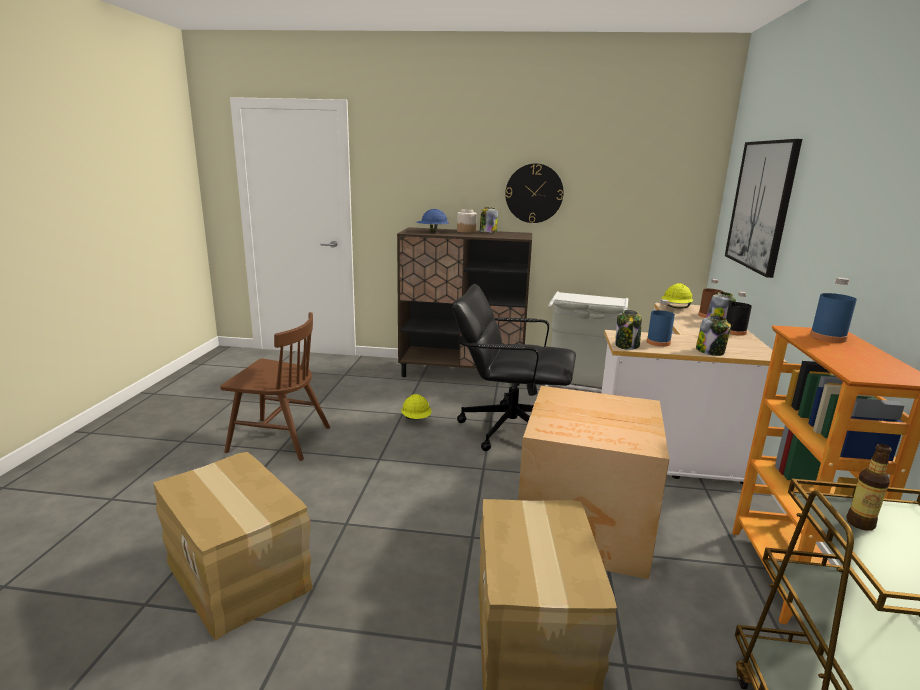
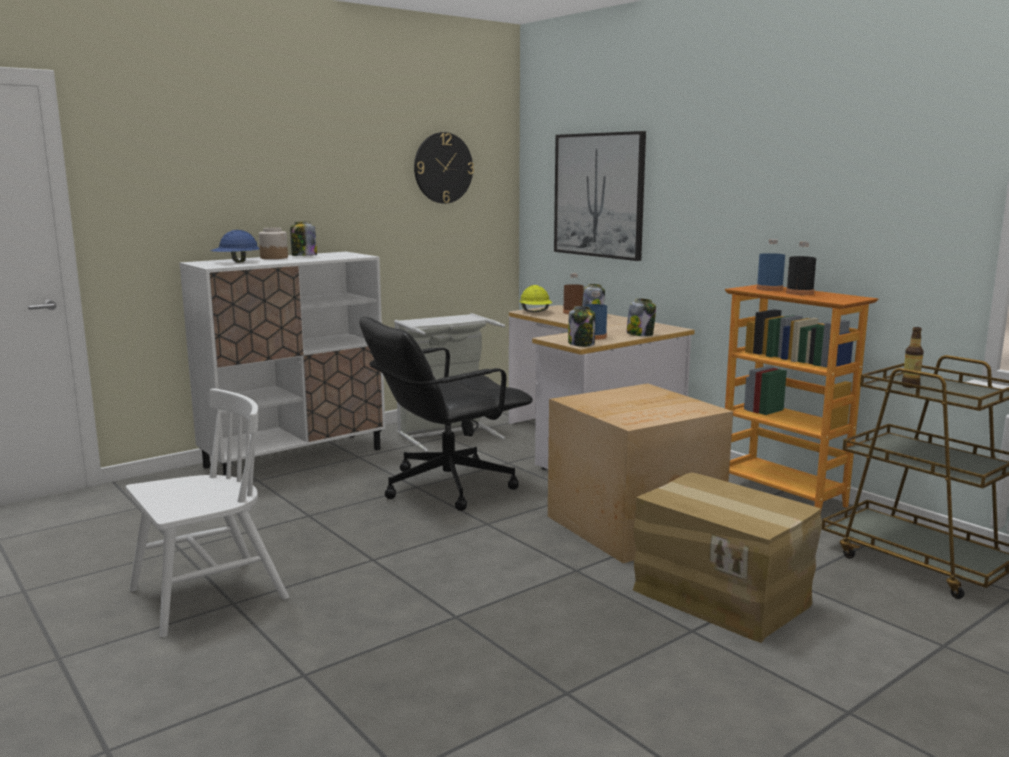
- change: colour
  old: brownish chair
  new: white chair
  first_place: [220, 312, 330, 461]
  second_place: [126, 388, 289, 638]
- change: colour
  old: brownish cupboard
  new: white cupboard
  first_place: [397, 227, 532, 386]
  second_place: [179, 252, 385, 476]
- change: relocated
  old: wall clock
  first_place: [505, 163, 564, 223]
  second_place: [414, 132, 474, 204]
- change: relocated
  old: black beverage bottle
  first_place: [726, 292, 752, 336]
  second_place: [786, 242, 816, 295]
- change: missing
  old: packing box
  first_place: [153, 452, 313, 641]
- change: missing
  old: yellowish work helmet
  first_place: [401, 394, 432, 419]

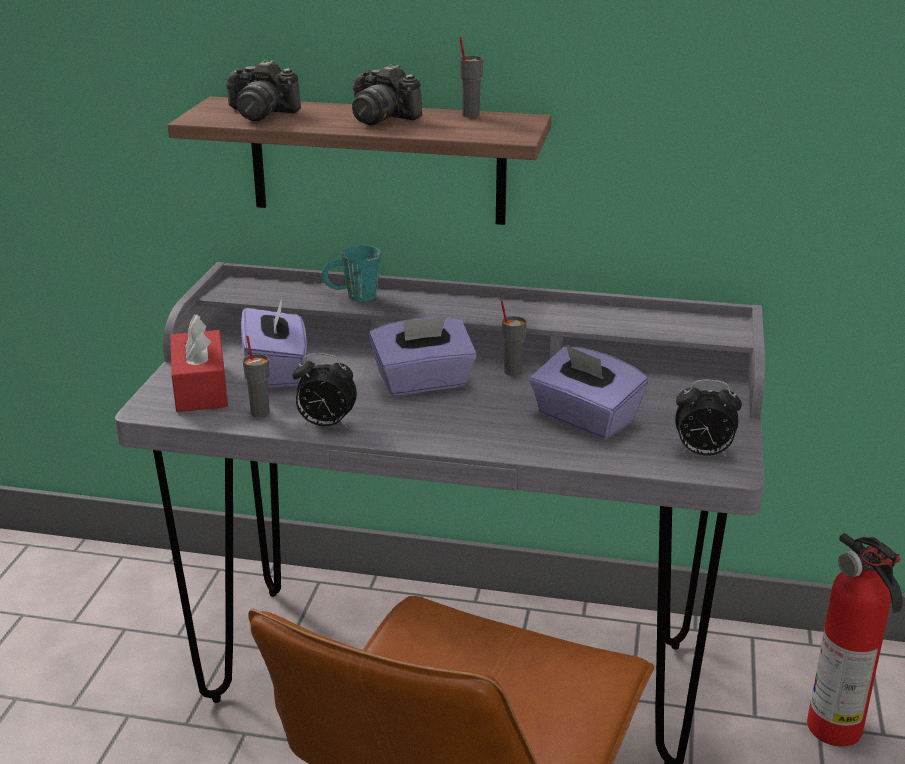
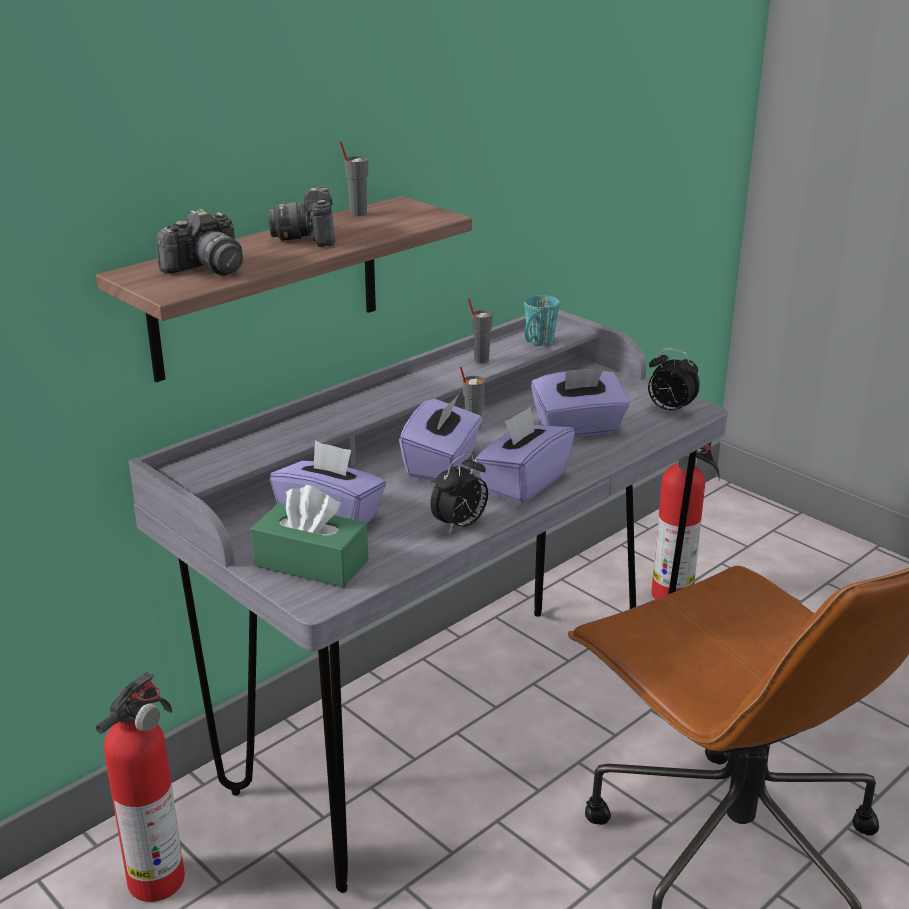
- change: appeared
  new: fire-fighting cylinder
  second_place: [96, 671, 185, 902]
- change: colour
  old: red box of tissues
  new: greenish box of tissues
  first_place: [170, 314, 228, 412]
  second_place: [251, 485, 368, 588]
- change: spun
  old: still camera
  first_place: [352, 64, 422, 125]
  second_place: [268, 186, 335, 247]
  degrees: 105
- change: relocated
  old: grey small cup
  first_place: [243, 336, 270, 417]
  second_place: [468, 298, 493, 363]
- change: appeared
  new: purple box of tissues
  second_place: [475, 407, 575, 503]
- change: relocated
  old: turquoise mug
  first_place: [322, 245, 381, 301]
  second_place: [524, 295, 560, 345]
- change: spun
  old: table clock
  first_place: [675, 379, 742, 457]
  second_place: [648, 348, 700, 415]
  degrees: 75

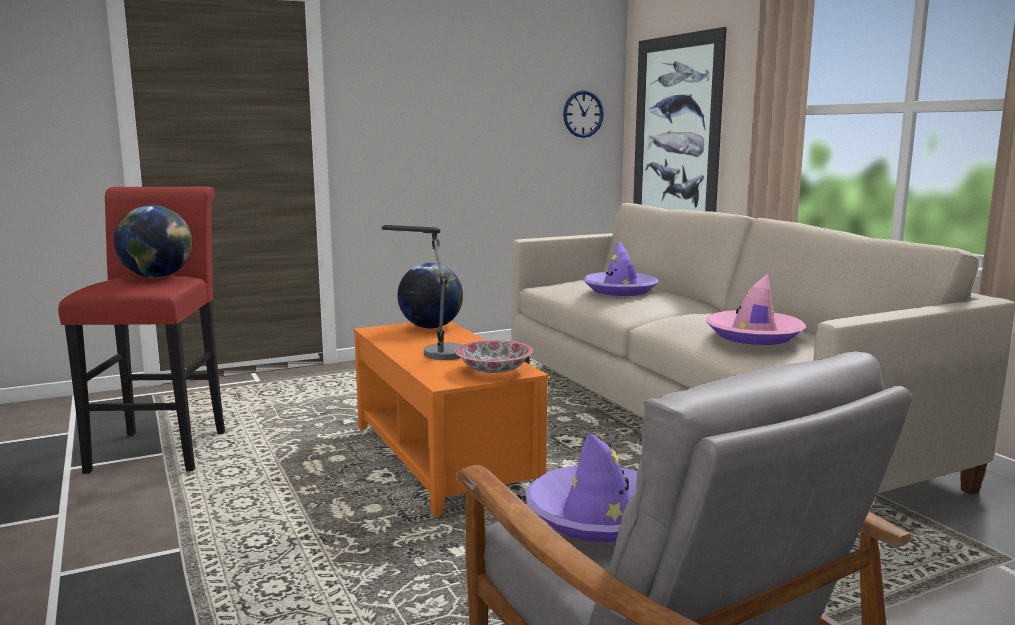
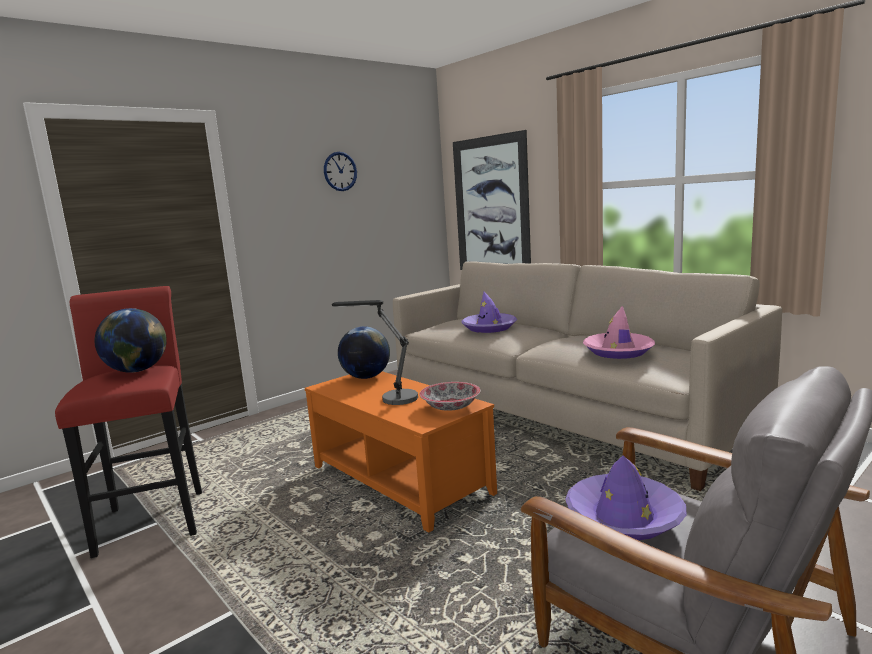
- change: relocated
  old: wall clock
  first_place: [563, 90, 604, 138]
  second_place: [324, 152, 357, 191]

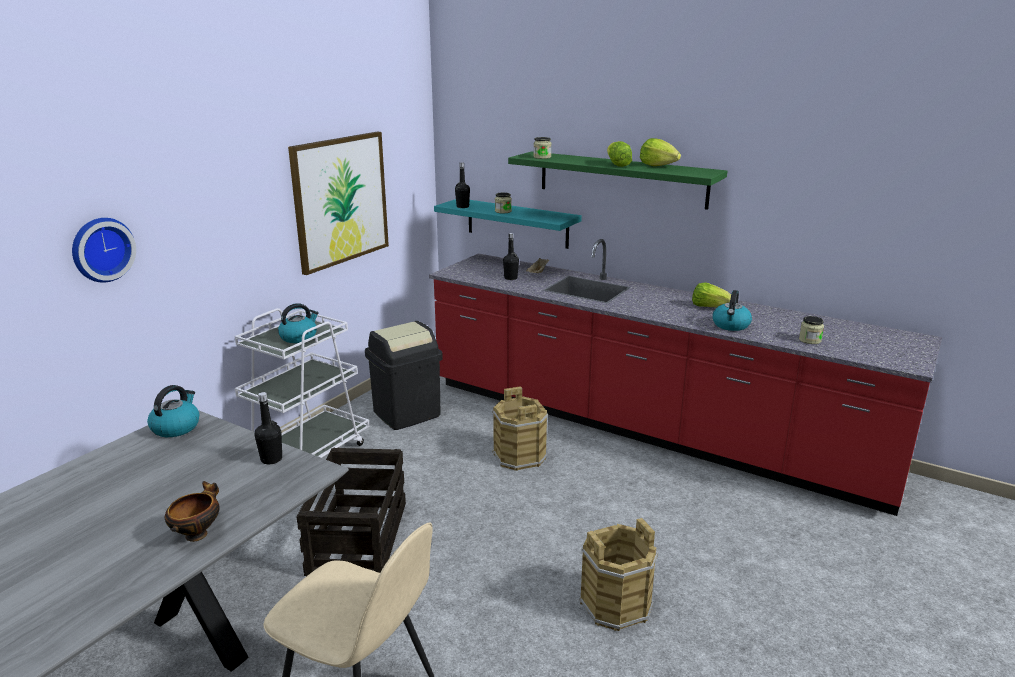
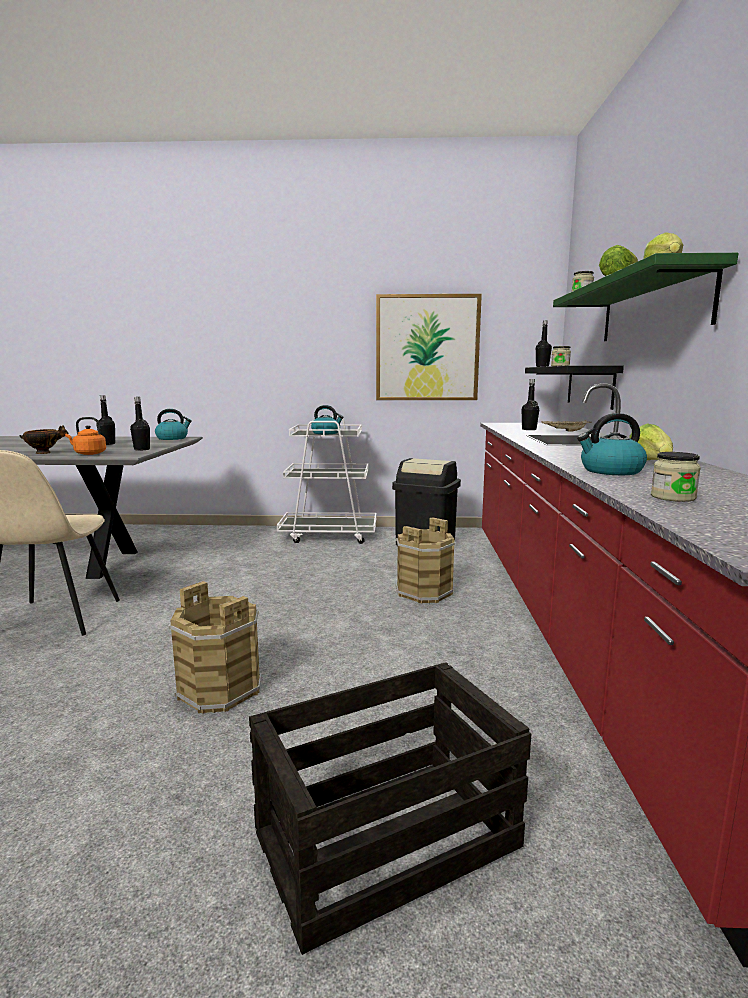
- change: appeared
  new: orange-coloured water kettle
  second_place: [65, 417, 106, 455]
- change: appeared
  new: black beverage bottle
  second_place: [97, 395, 115, 445]
- change: relocated
  old: crate
  first_place: [297, 447, 406, 576]
  second_place: [249, 662, 531, 955]
- change: colour
  old: turquoise bracket shelf
  new: black bracket shelf
  first_place: [434, 199, 582, 249]
  second_place: [525, 366, 624, 410]
- change: missing
  old: wall clock
  first_place: [72, 218, 136, 283]

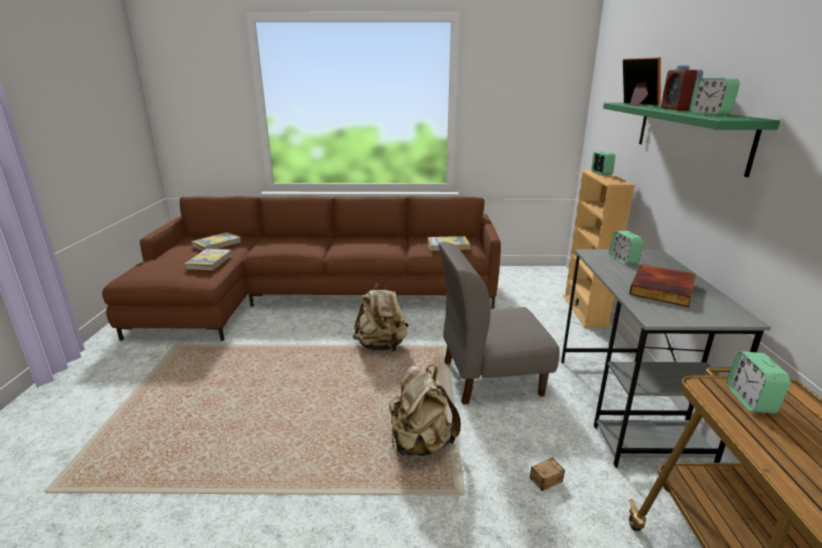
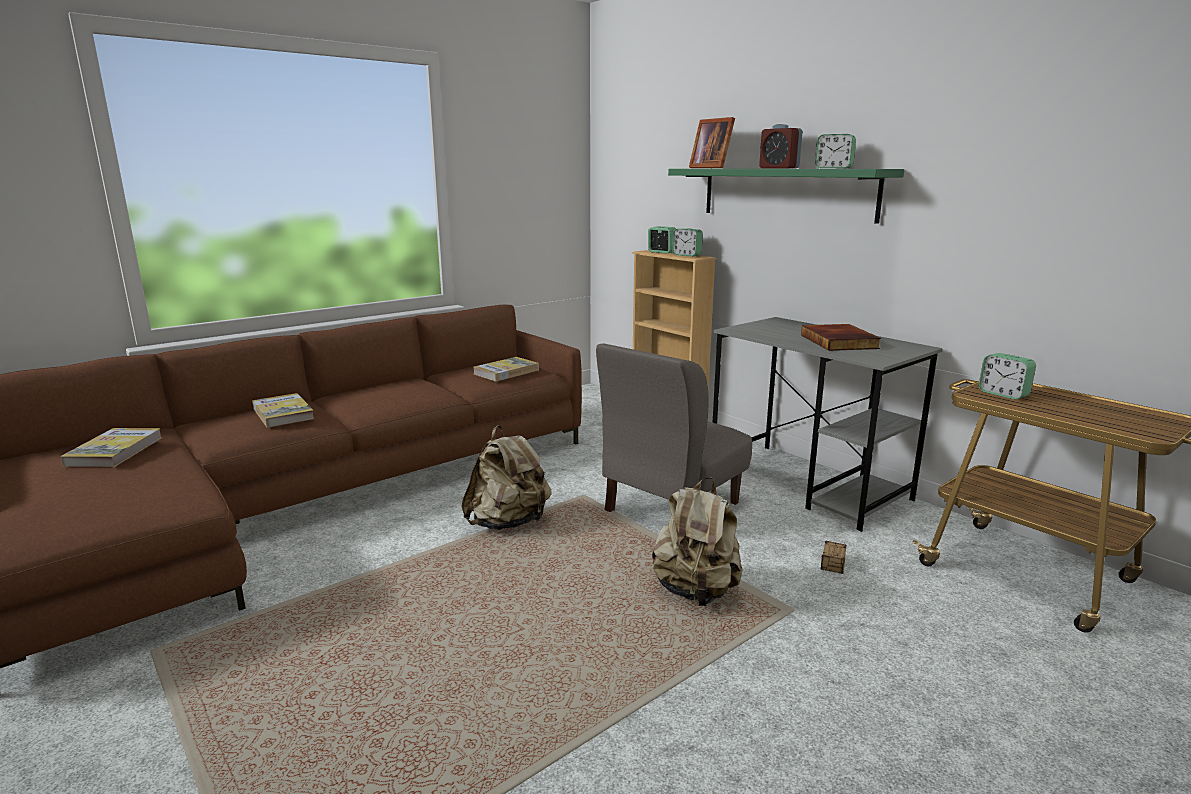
- change: relocated
  old: bound book
  first_place: [185, 249, 232, 270]
  second_place: [252, 393, 314, 428]
- change: relocated
  old: table clock
  first_place: [609, 231, 644, 264]
  second_place: [672, 228, 703, 256]
- change: spun
  old: picture frame
  first_place: [623, 57, 661, 106]
  second_place: [689, 117, 735, 168]
  degrees: -150

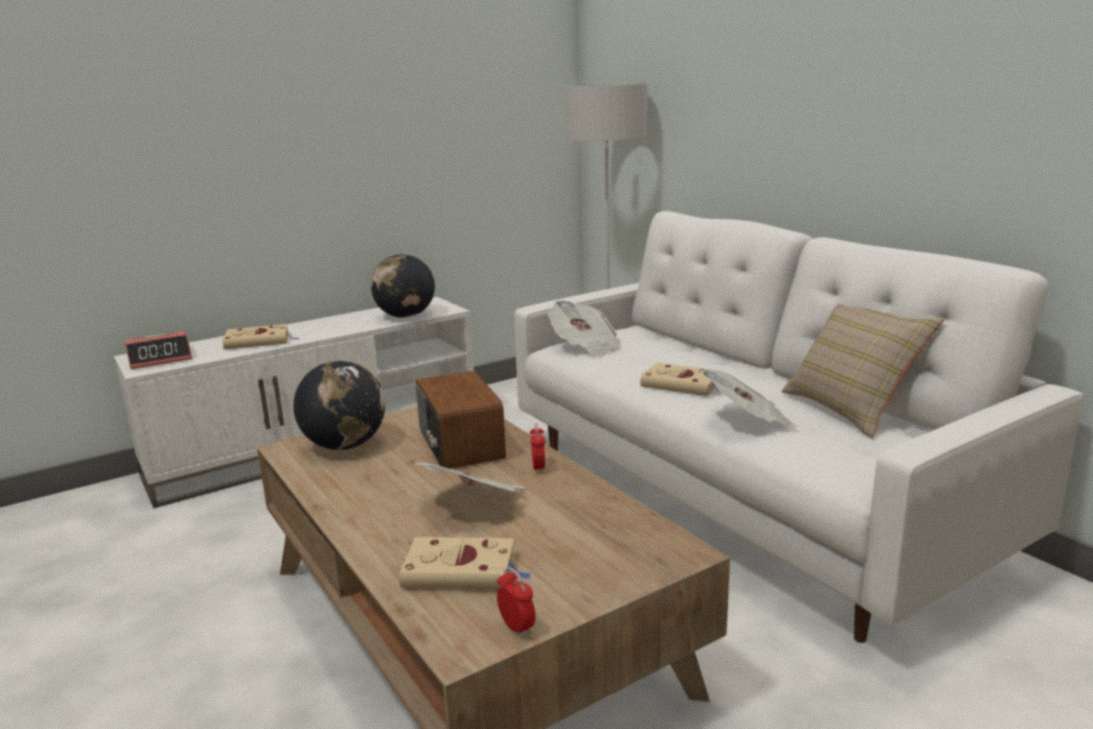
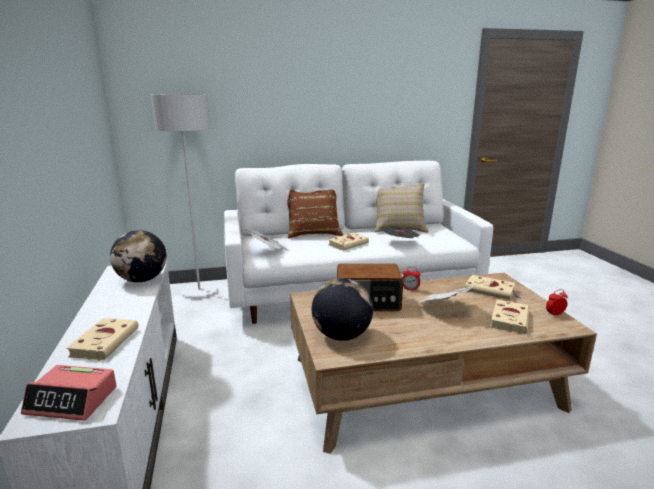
- change: spun
  old: table clock
  first_place: [125, 331, 192, 369]
  second_place: [21, 365, 117, 421]
  degrees: 105
- change: appeared
  new: brownish pillow
  second_place: [287, 189, 343, 239]
- change: appeared
  new: sand-coloured bound book
  second_place: [465, 275, 521, 300]

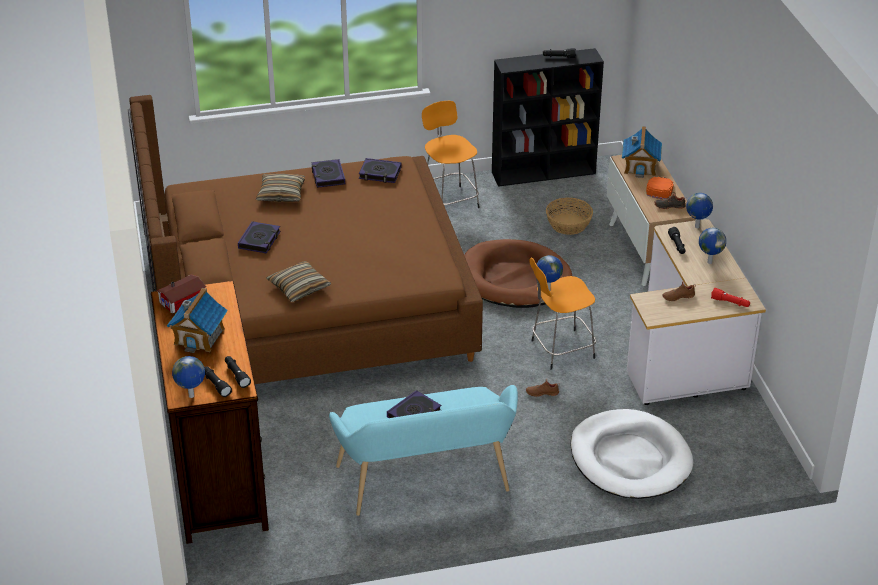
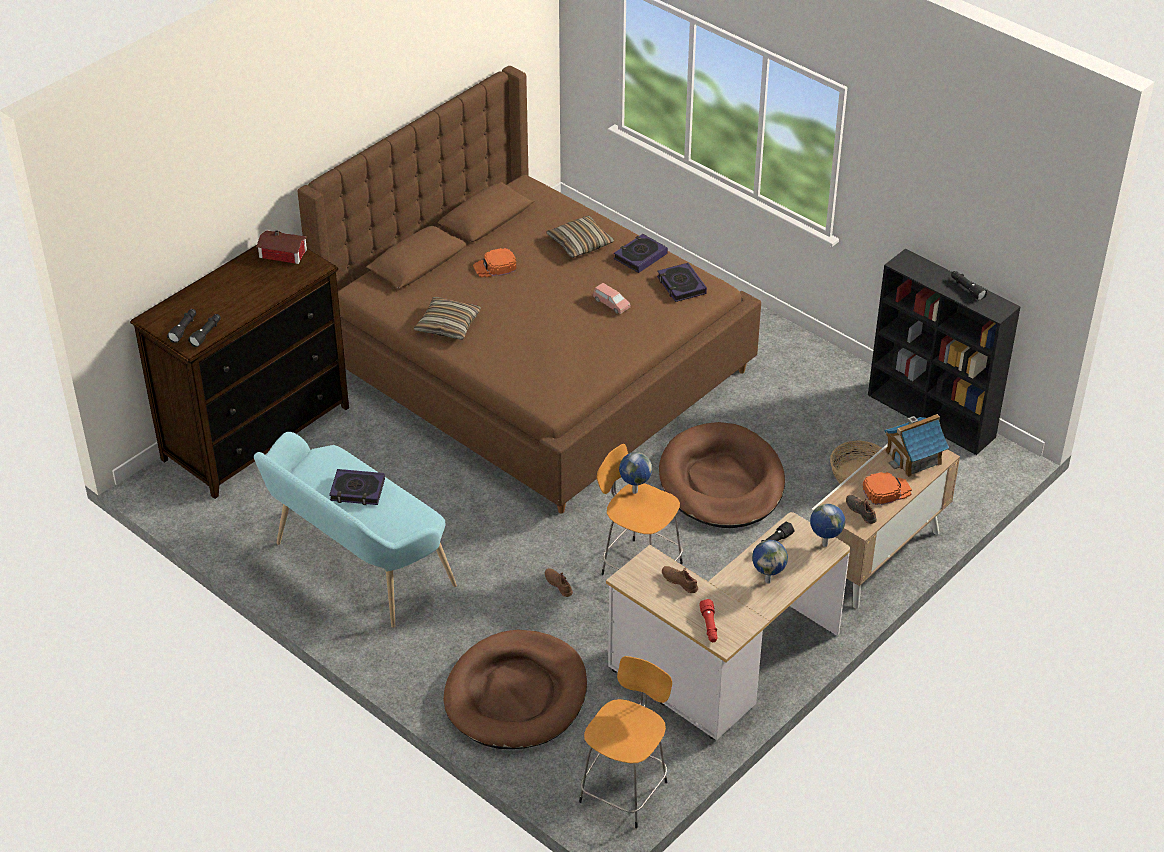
- change: colour
  old: white pet bed
  new: brownish pet bed
  first_place: [571, 409, 693, 499]
  second_place: [444, 630, 587, 749]
- change: exchanged
  old: bound book
  new: orange-coloured baseball cap
  first_place: [238, 221, 280, 253]
  second_place: [473, 248, 516, 278]
- change: relocated
  old: orange-coloured sitting stool
  first_place: [422, 101, 480, 208]
  second_place: [579, 656, 672, 828]
- change: appeared
  new: pinkish model car
  second_place: [593, 283, 631, 314]
- change: missing
  old: toy house
  first_place: [167, 288, 228, 353]
- change: missing
  old: desk globe
  first_place: [172, 356, 205, 398]

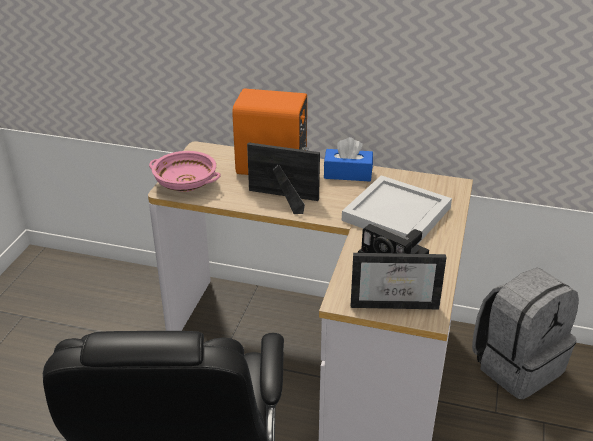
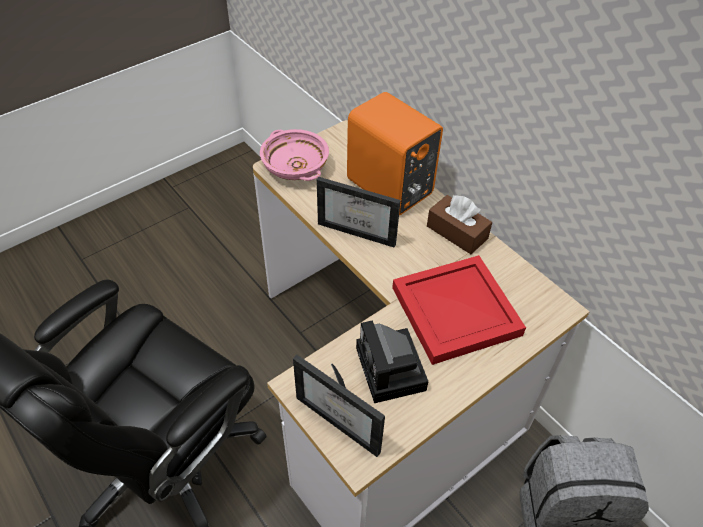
- change: spun
  old: picture frame
  first_place: [247, 142, 320, 214]
  second_place: [317, 177, 401, 248]
  degrees: 150
- change: colour
  old: white serving tray
  new: red serving tray
  first_place: [342, 175, 452, 245]
  second_place: [392, 255, 526, 365]
- change: colour
  old: blue box of tissues
  new: brownish box of tissues
  first_place: [324, 137, 373, 182]
  second_place: [427, 195, 492, 254]

